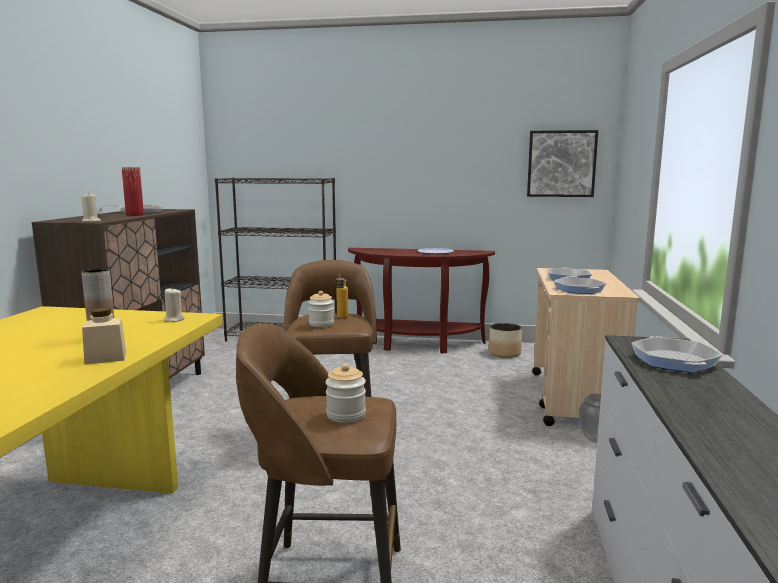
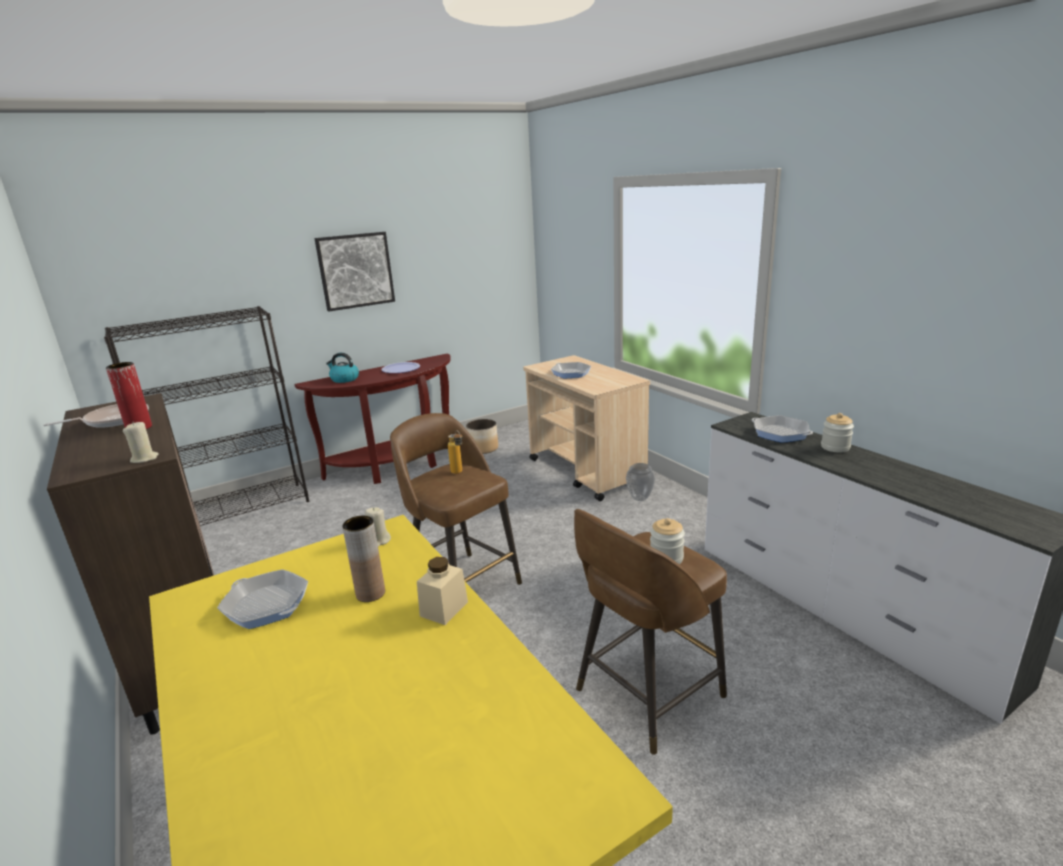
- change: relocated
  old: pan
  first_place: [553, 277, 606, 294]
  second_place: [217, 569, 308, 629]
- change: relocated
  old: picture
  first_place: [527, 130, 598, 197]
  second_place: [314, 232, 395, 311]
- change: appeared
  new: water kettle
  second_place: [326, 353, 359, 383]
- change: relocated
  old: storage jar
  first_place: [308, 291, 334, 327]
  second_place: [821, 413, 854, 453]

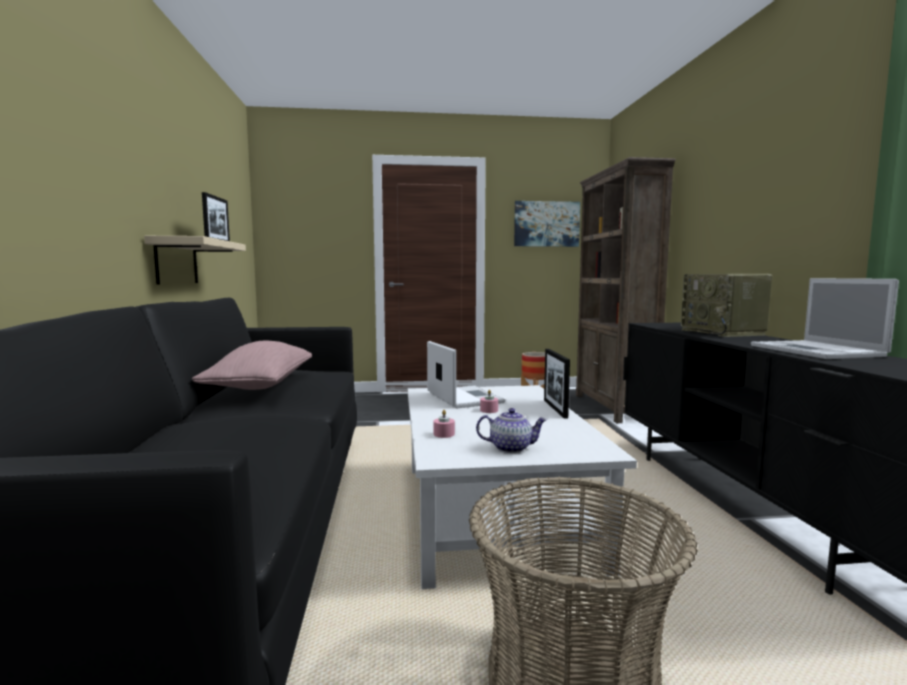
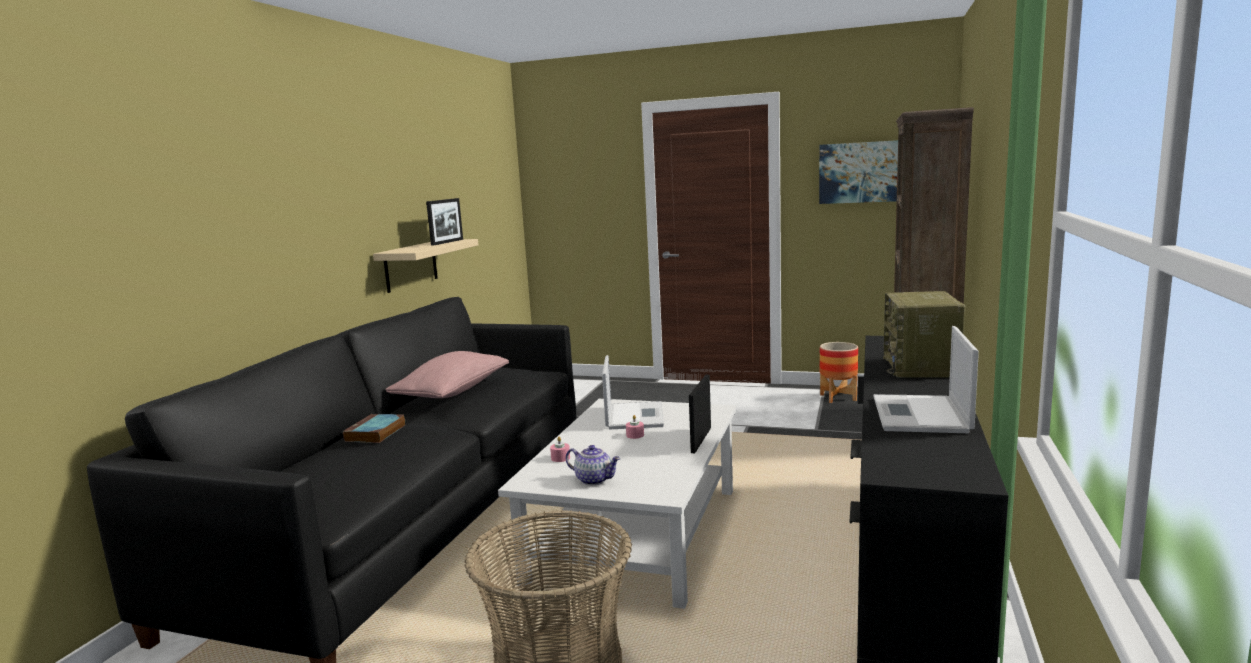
- change: appeared
  new: bound book
  second_place: [343, 414, 405, 443]

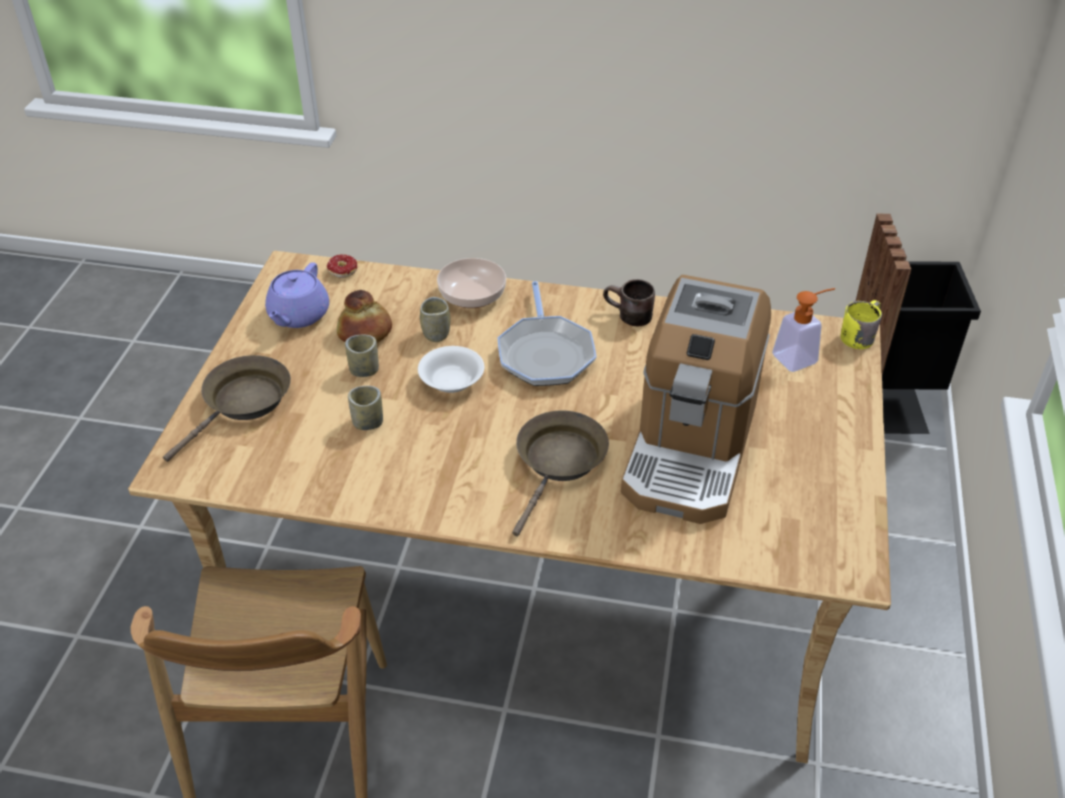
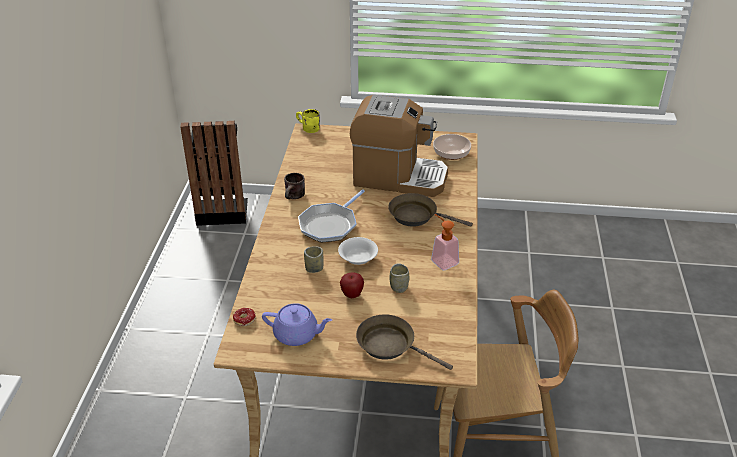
- change: spun
  old: pan
  first_place: [498, 281, 597, 386]
  second_place: [298, 189, 365, 242]
  degrees: 135
- change: exchanged
  old: small cup
  new: apple
  first_place: [345, 335, 379, 377]
  second_place: [340, 272, 364, 298]
- change: relocated
  old: soap bottle
  first_place: [772, 288, 835, 372]
  second_place: [431, 214, 459, 270]
- change: relocated
  old: bowl
  first_place: [437, 258, 506, 308]
  second_place: [433, 134, 471, 160]
- change: missing
  old: bakery bread
  first_place: [336, 290, 392, 343]

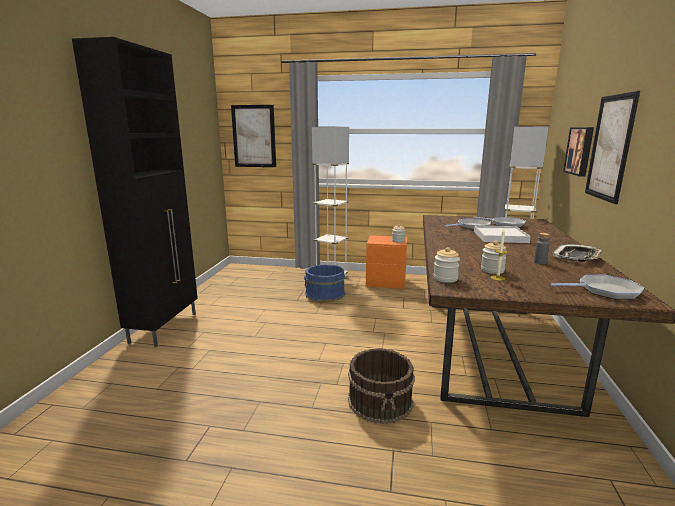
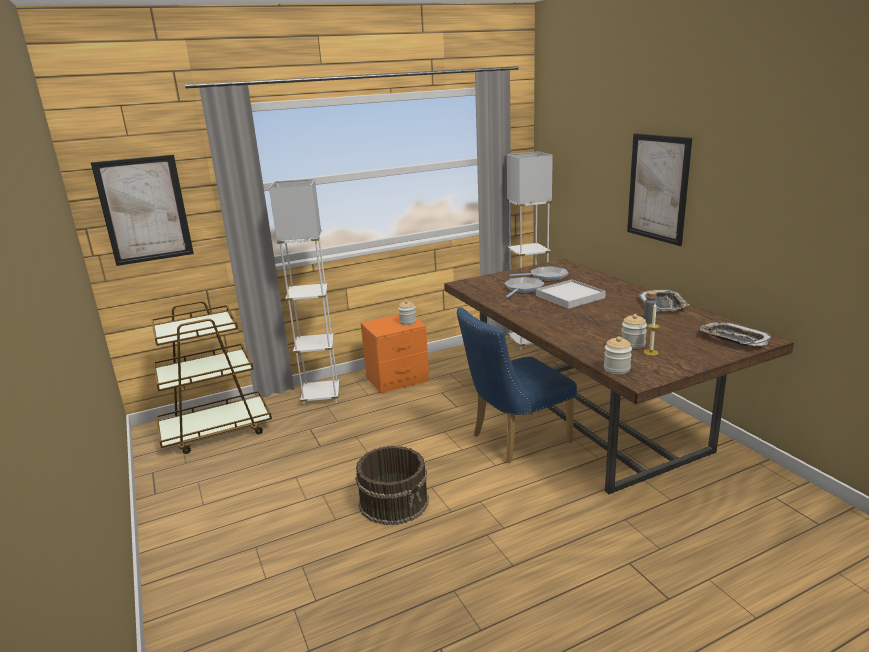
- change: appeared
  new: brownish cart
  second_place: [151, 301, 272, 454]
- change: relocated
  old: brownish bucket
  first_place: [348, 349, 415, 424]
  second_place: [355, 446, 429, 525]
- change: appeared
  new: blue chair
  second_place: [456, 307, 577, 463]
- change: exchanged
  old: pan
  new: serving tray
  first_place: [551, 275, 644, 300]
  second_place: [700, 322, 771, 346]
- change: missing
  old: black cupboard
  first_place: [72, 37, 198, 347]
- change: missing
  old: blue bucket
  first_place: [304, 264, 345, 302]
- change: missing
  old: picture
  first_place: [563, 127, 594, 177]

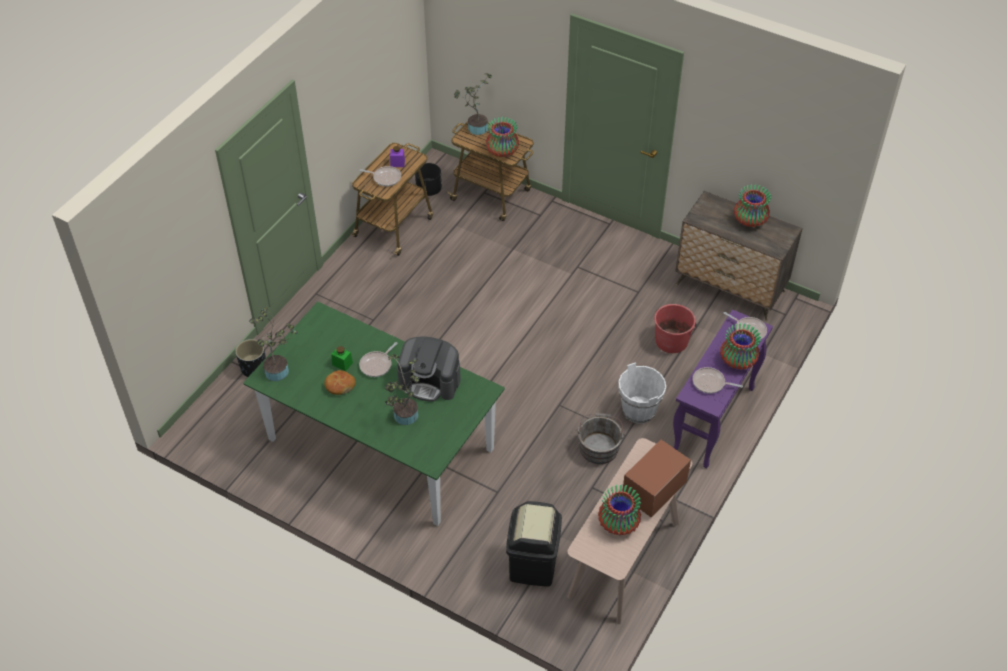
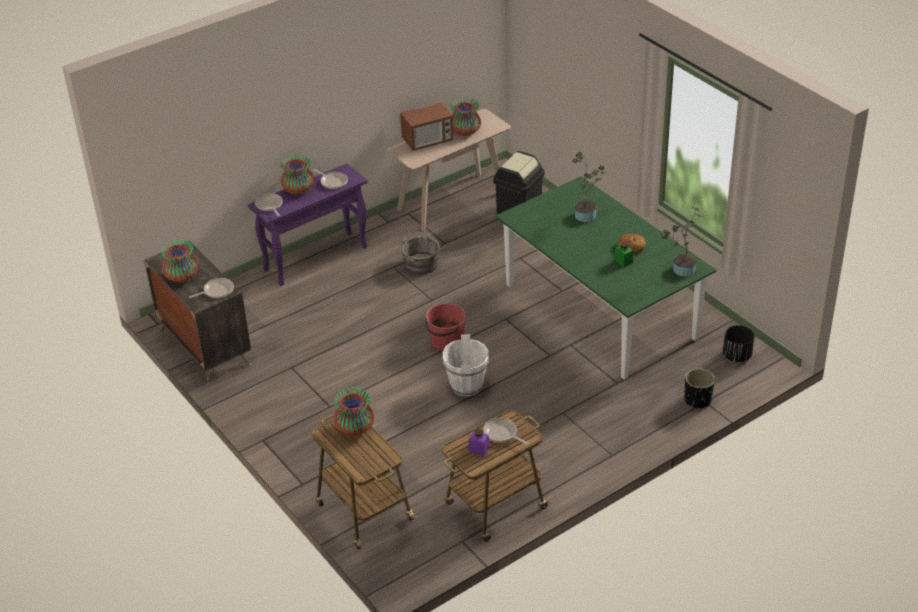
- change: relocated
  old: pan
  first_place: [359, 342, 398, 377]
  second_place: [189, 278, 234, 298]
- change: relocated
  old: red bucket
  first_place: [654, 304, 697, 353]
  second_place: [425, 303, 466, 351]
- change: relocated
  old: white bucket
  first_place: [618, 362, 666, 423]
  second_place: [443, 335, 488, 396]
- change: relocated
  old: black plant pot
  first_place: [415, 163, 442, 196]
  second_place: [723, 325, 754, 362]
- change: missing
  old: coffee maker
  first_place: [397, 337, 461, 402]
- change: missing
  old: houseplant
  first_place: [454, 73, 492, 135]

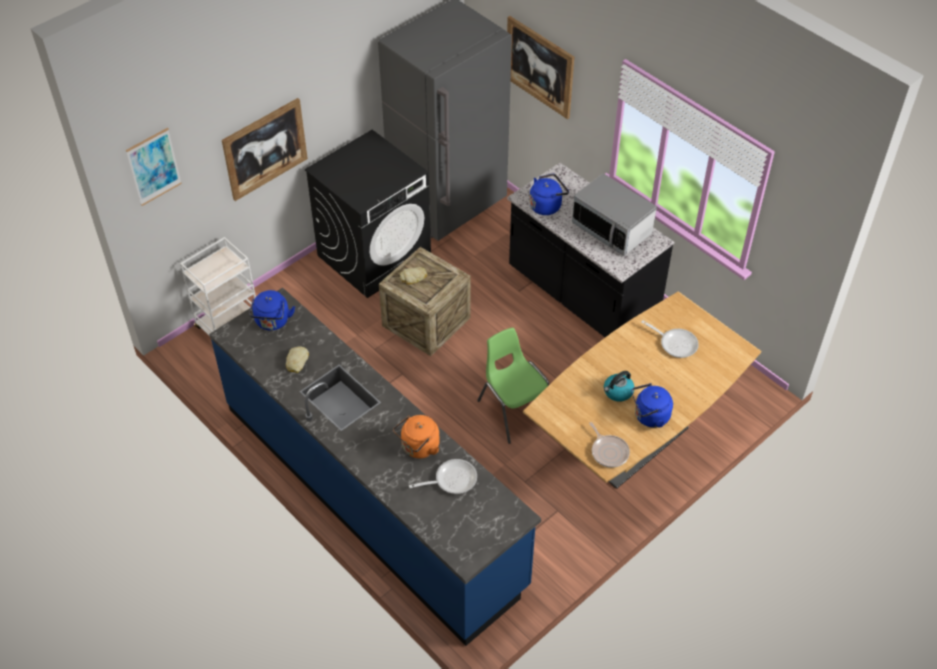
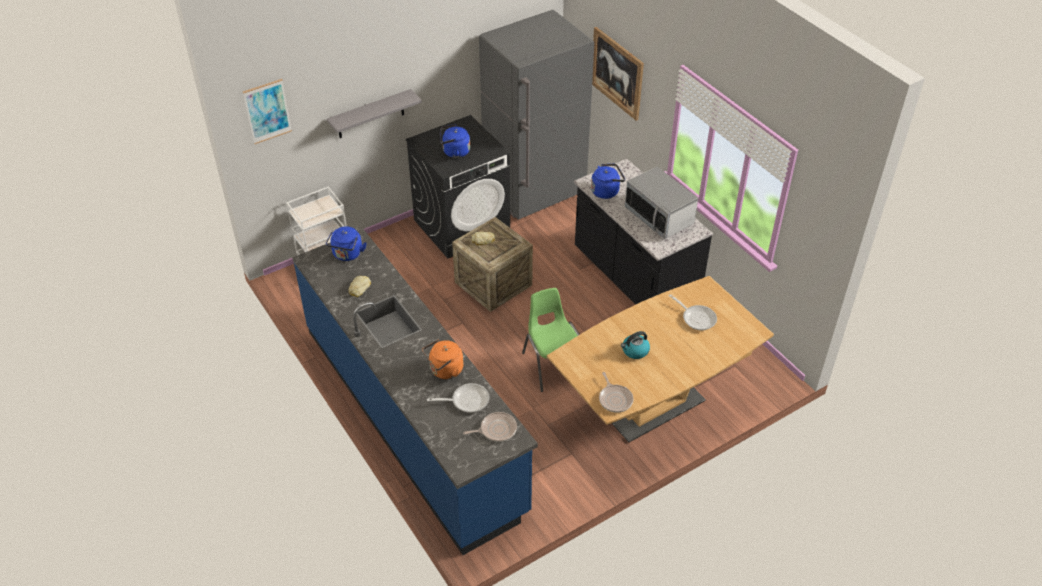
- change: exchanged
  old: picture
  new: grey bracket shelf
  first_place: [222, 98, 308, 201]
  second_place: [327, 89, 422, 138]
- change: relocated
  old: blue water kettle
  first_place: [631, 383, 673, 428]
  second_place: [440, 124, 470, 158]
- change: appeared
  new: pan
  second_place: [463, 412, 517, 442]

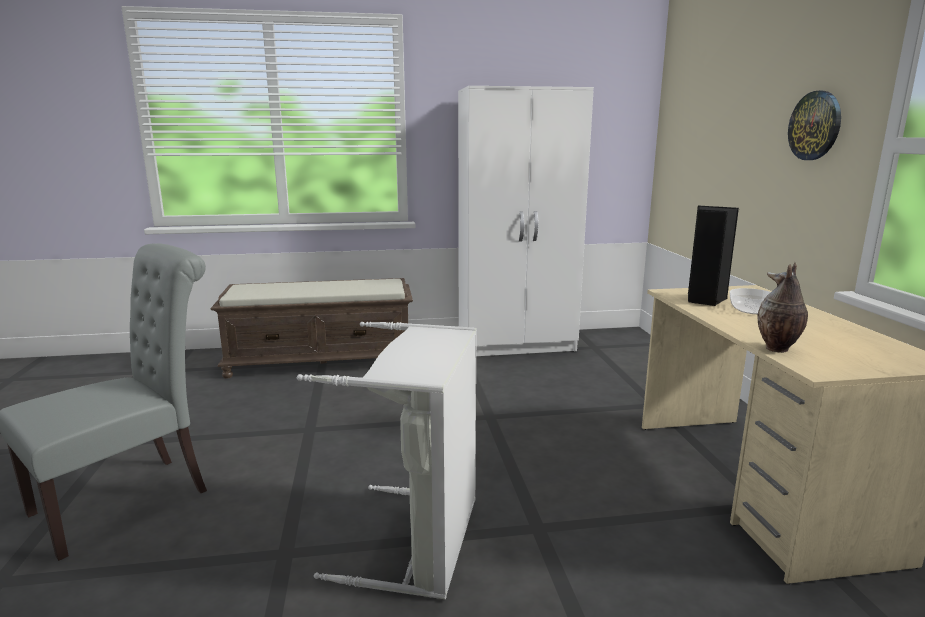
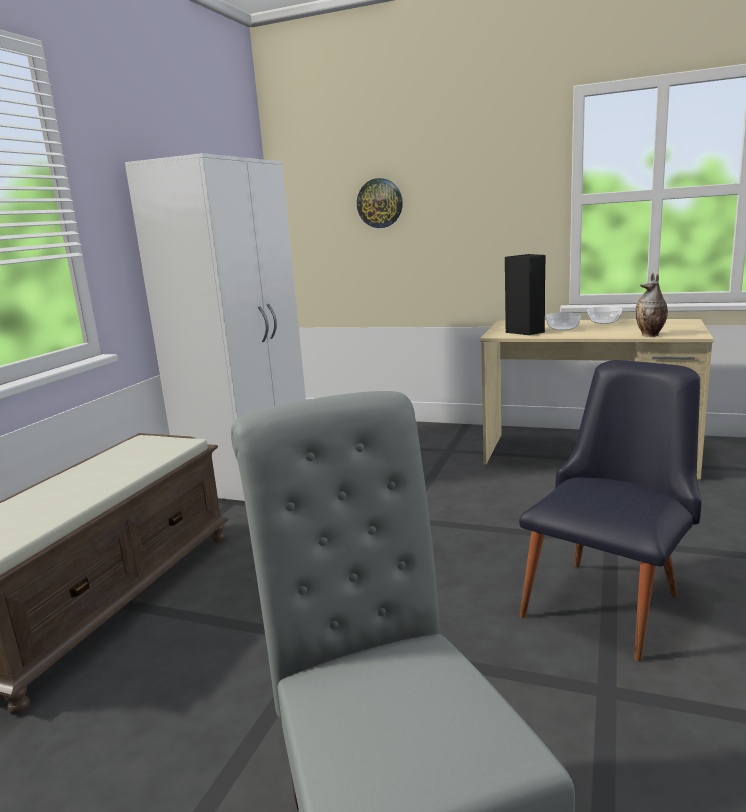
- change: relocated
  old: wall clock
  first_place: [788, 91, 841, 160]
  second_place: [357, 178, 403, 228]
- change: exchanged
  old: grey washing basket
  new: black chair
  first_place: [297, 322, 477, 600]
  second_place: [519, 360, 702, 661]
- change: appeared
  new: bowl
  second_place: [587, 307, 622, 324]

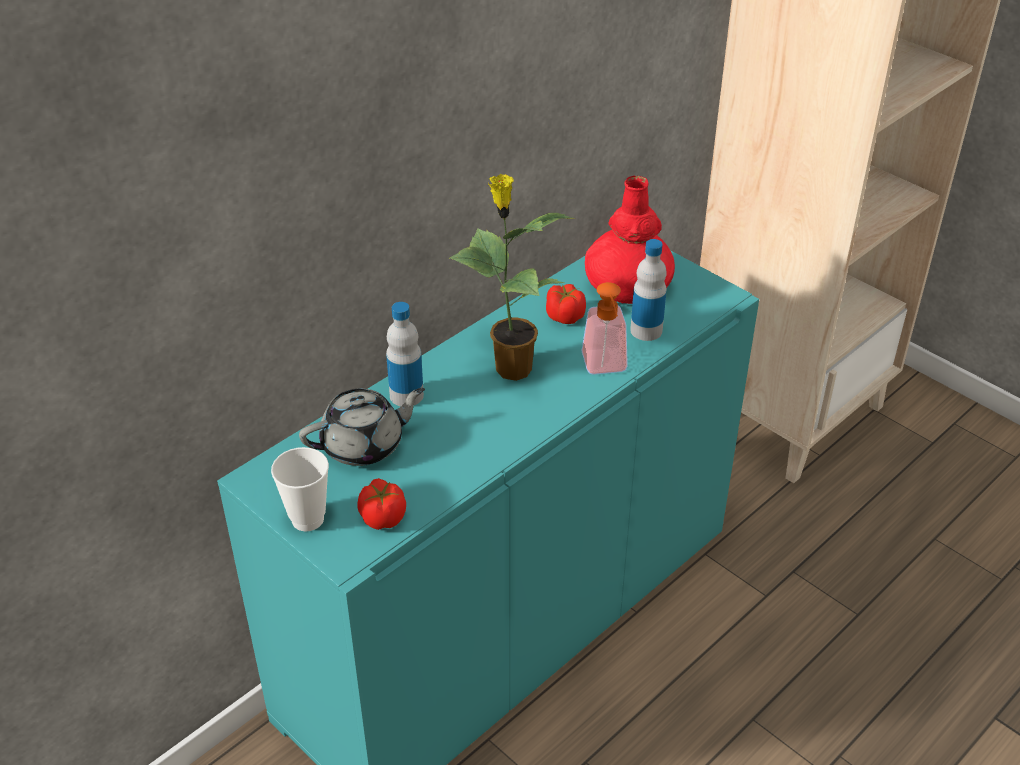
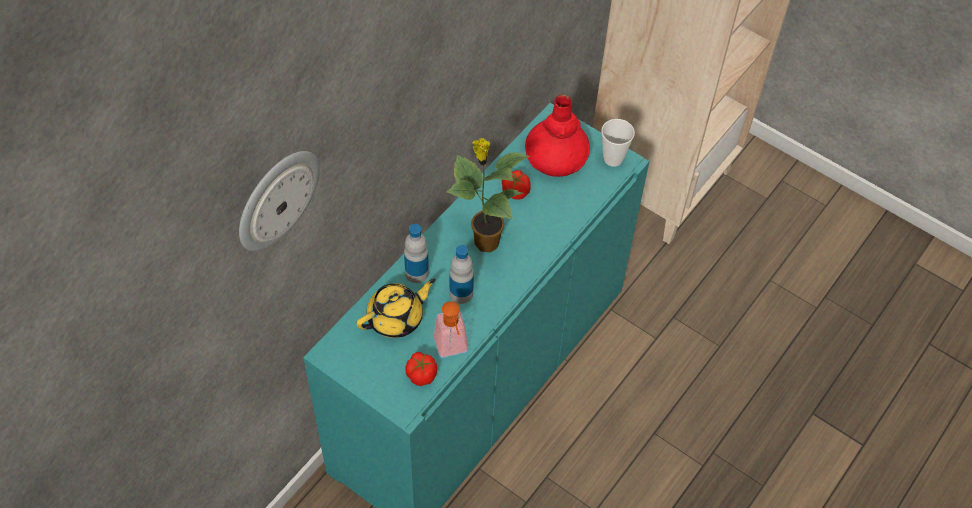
- change: appeared
  new: wall clock
  second_place: [239, 151, 320, 251]
- change: colour
  old: grey teapot
  new: yellowish teapot
  first_place: [299, 388, 425, 466]
  second_place: [357, 278, 436, 338]
- change: relocated
  old: soap bottle
  first_place: [582, 282, 628, 375]
  second_place: [433, 301, 468, 357]
- change: relocated
  old: beverage bottle
  first_place: [630, 239, 667, 341]
  second_place: [449, 245, 474, 304]
- change: relocated
  old: small cup
  first_place: [271, 447, 329, 531]
  second_place: [601, 119, 635, 167]

